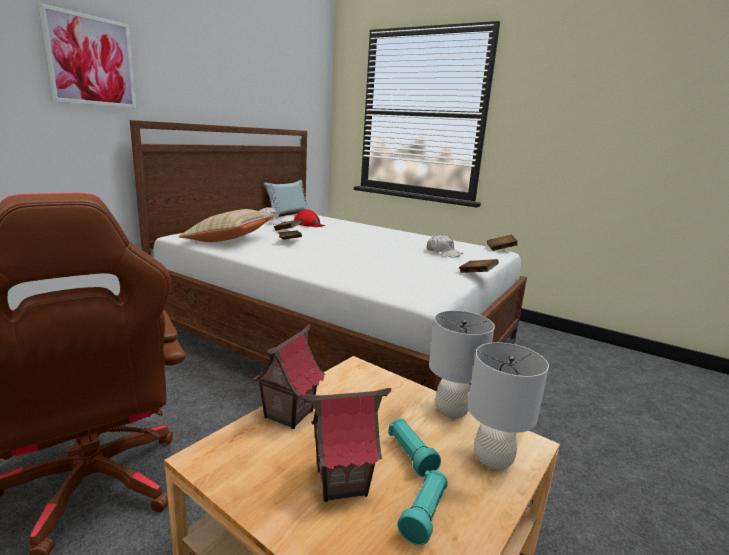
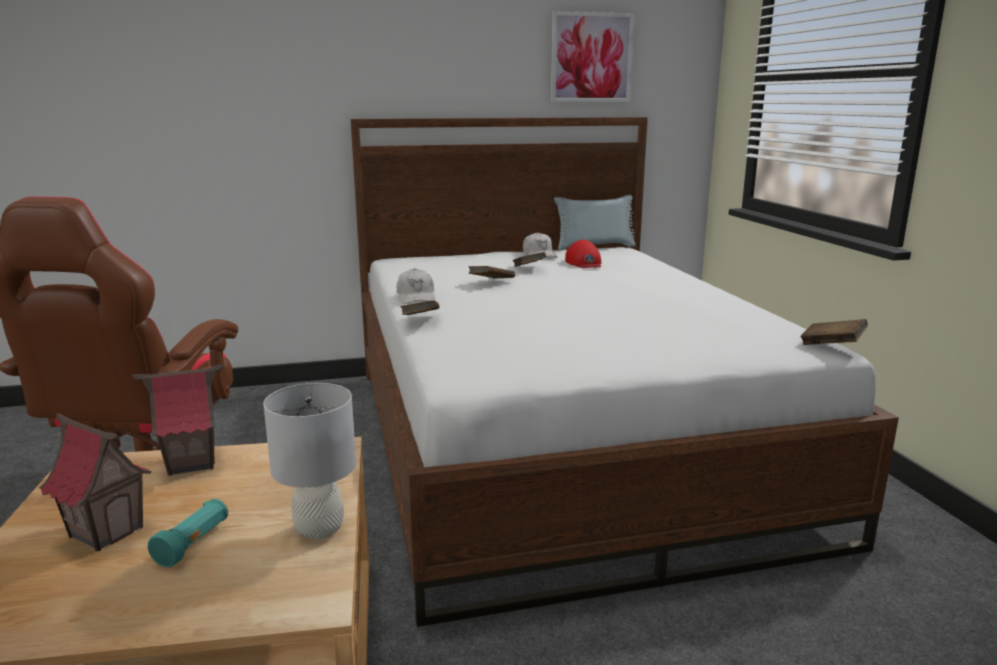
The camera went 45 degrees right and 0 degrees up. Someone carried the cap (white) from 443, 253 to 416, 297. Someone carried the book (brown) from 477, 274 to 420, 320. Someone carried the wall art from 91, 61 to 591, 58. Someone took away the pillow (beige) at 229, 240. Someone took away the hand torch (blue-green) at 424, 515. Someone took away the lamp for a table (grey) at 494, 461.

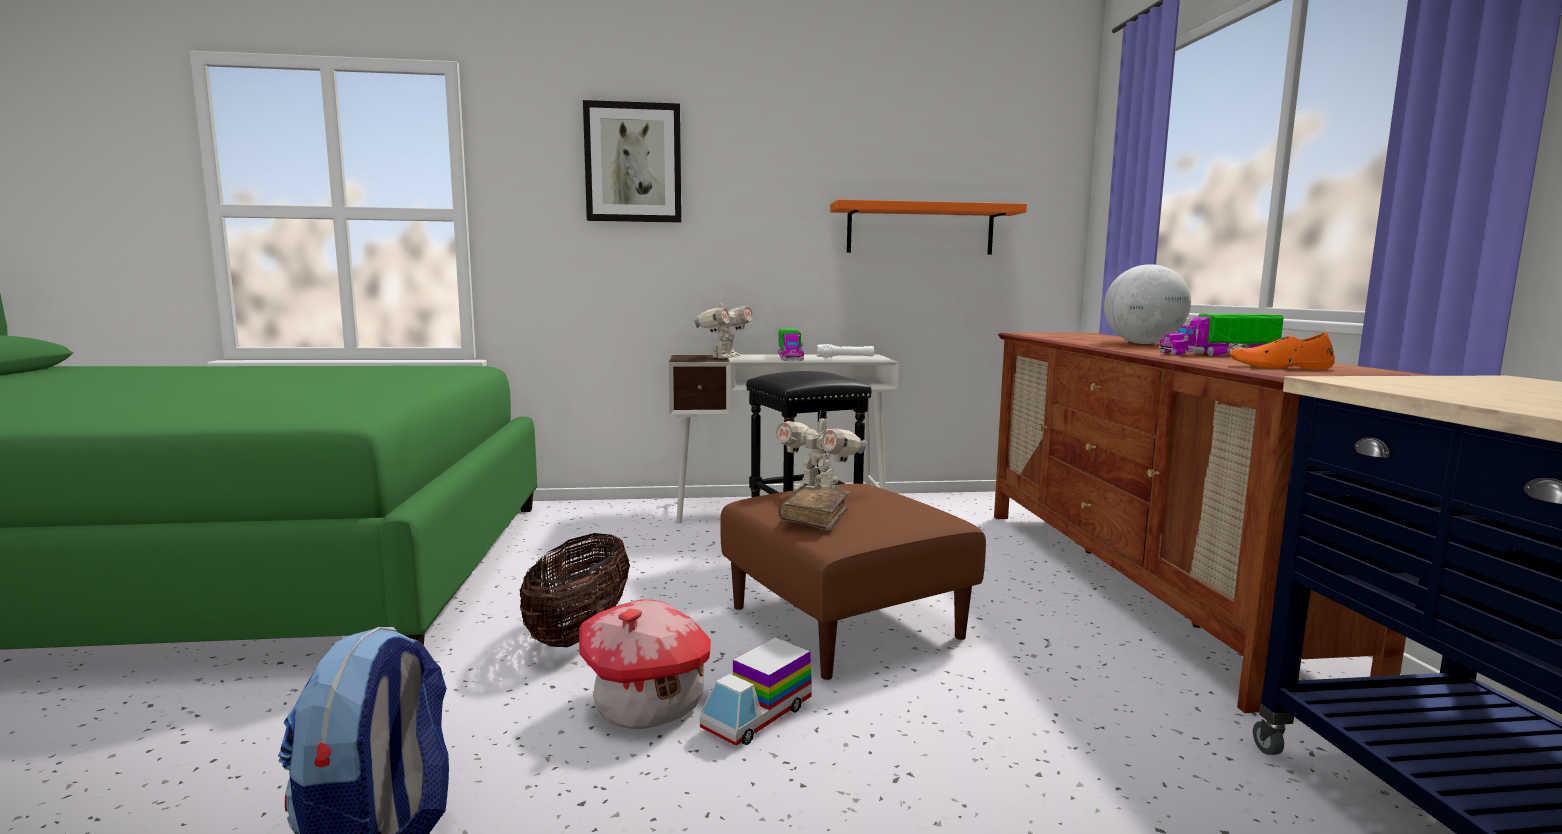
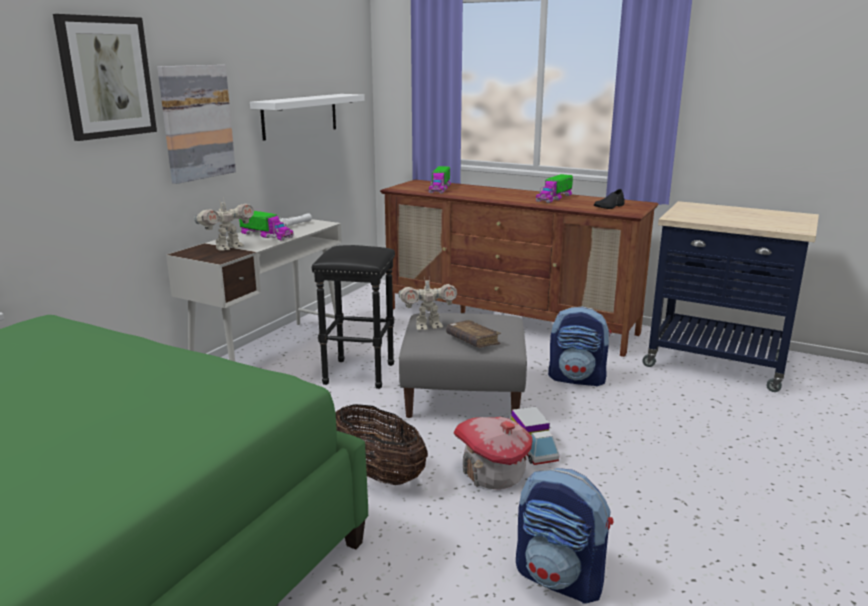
The camera went 55 degrees left and 10 degrees up. Someone put up the wall art at 197, 122. Someone rotated the model robot at 724, 357 by 75 degrees clockwise. Someone repainted the shelf (orangey) at 920, 229, which became the shelf (white) at 300, 116. Someone repainted the ottoman (brown) at 846, 622, which became the ottoman (grey) at 464, 395. Someone put down the toy lorry at 440, 189. Someone put down the rucksack at 577, 379. Someone repainted the item of footwear (orangey) at 1280, 367, which became the item of footwear (black) at 609, 207. Someone took away the desk globe at 1143, 343.

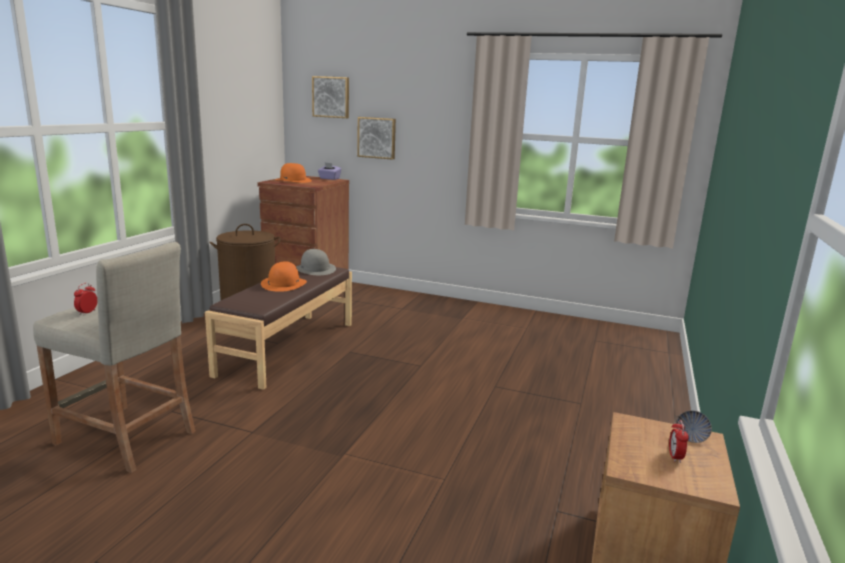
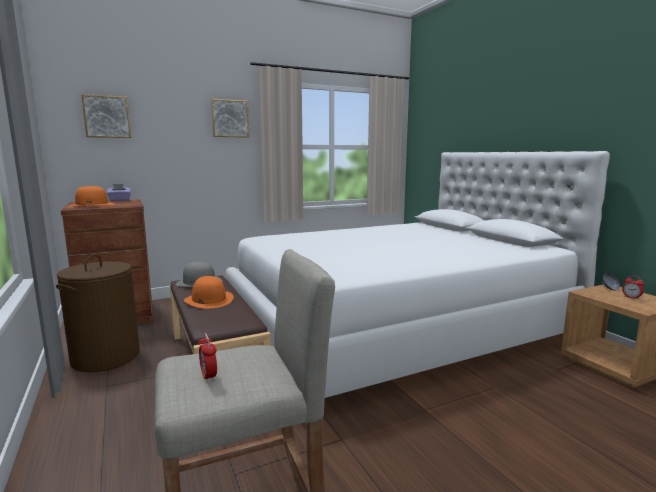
The camera went 45 degrees left and 5 degrees down. Someone carried the wall art from 377, 137 to 230, 118. Someone put down the bedroom bed (white) at 396, 329.

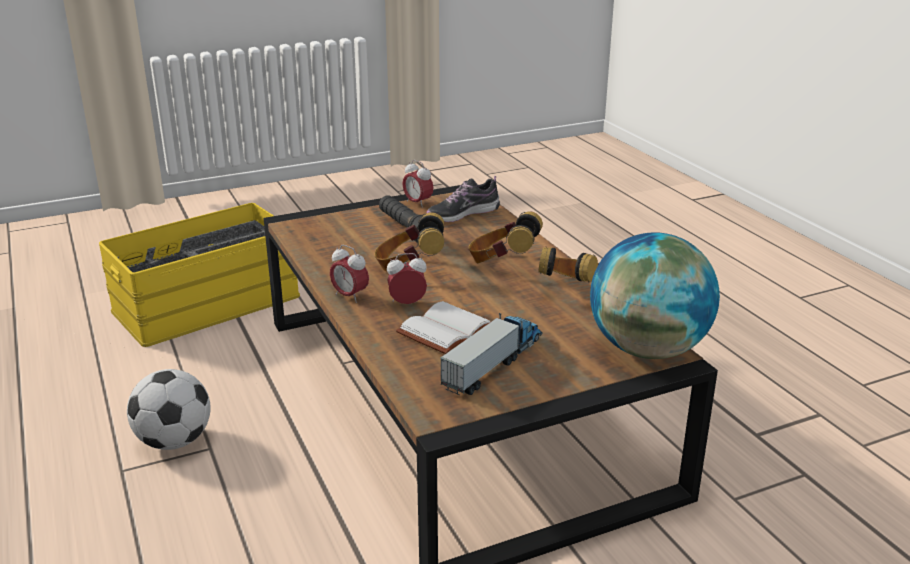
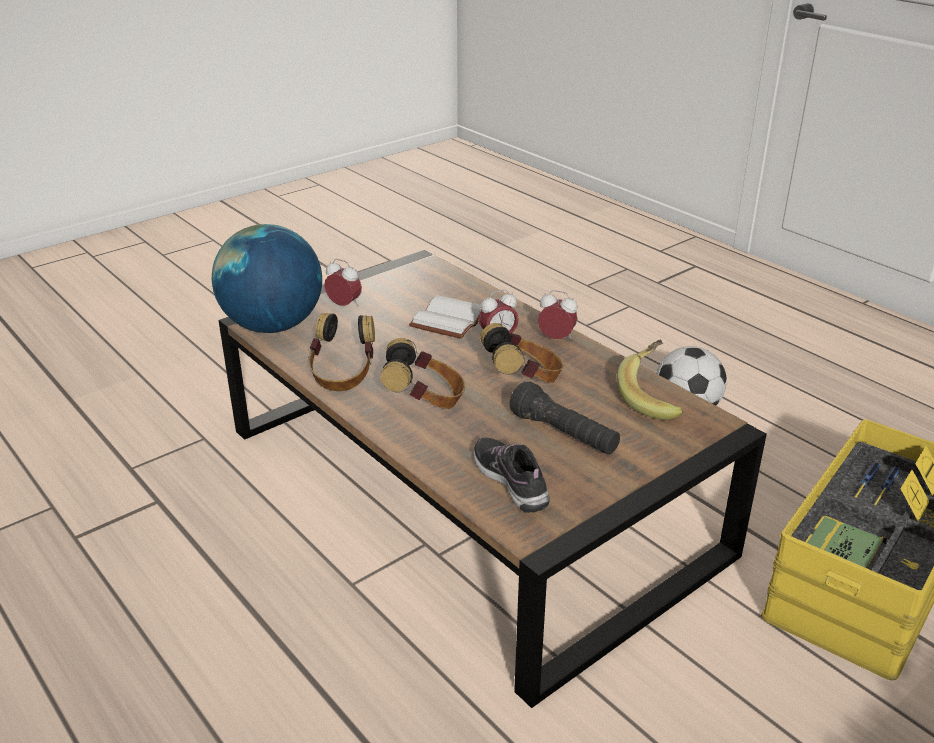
The camera went 165 degrees right and 5 degrees up. Someone carried the table clock from 418, 203 to 344, 305. Someone rotated the item of footwear at 463, 214 by 75 degrees counterclockwise. Someone put down the banana at 654, 397. Someone took away the toy lorry at 494, 363.

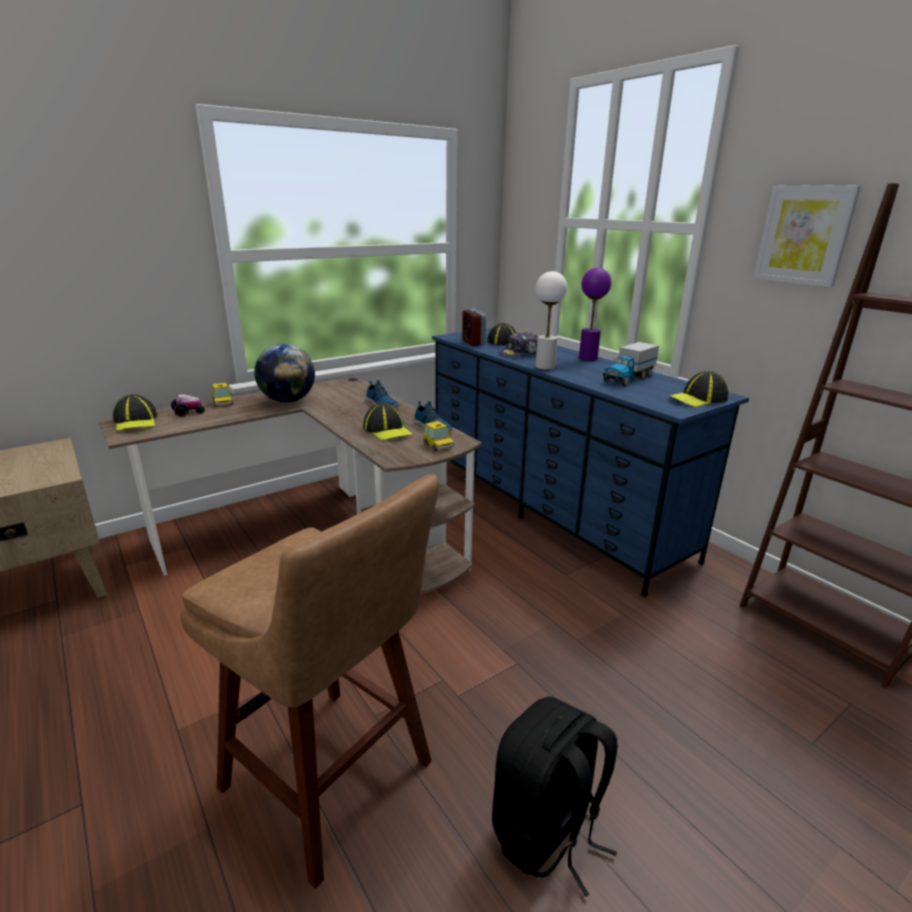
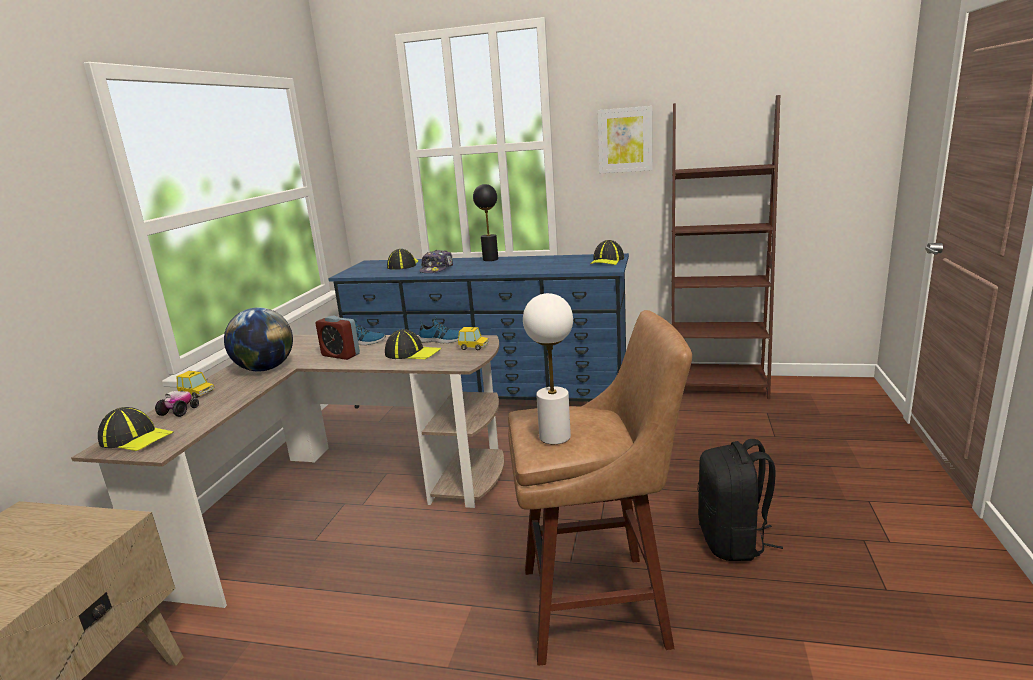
The camera went 40 degrees left and 5 degrees down. Someone carried the table clock from 473, 342 to 340, 355. Someone repainted the lamp for a table (purple-coloured) at 587, 358, which became the lamp for a table (black) at 490, 259. Someone carried the lamp for a table (white) from 545, 367 to 554, 437. Someone took away the toy lorry at 628, 378.

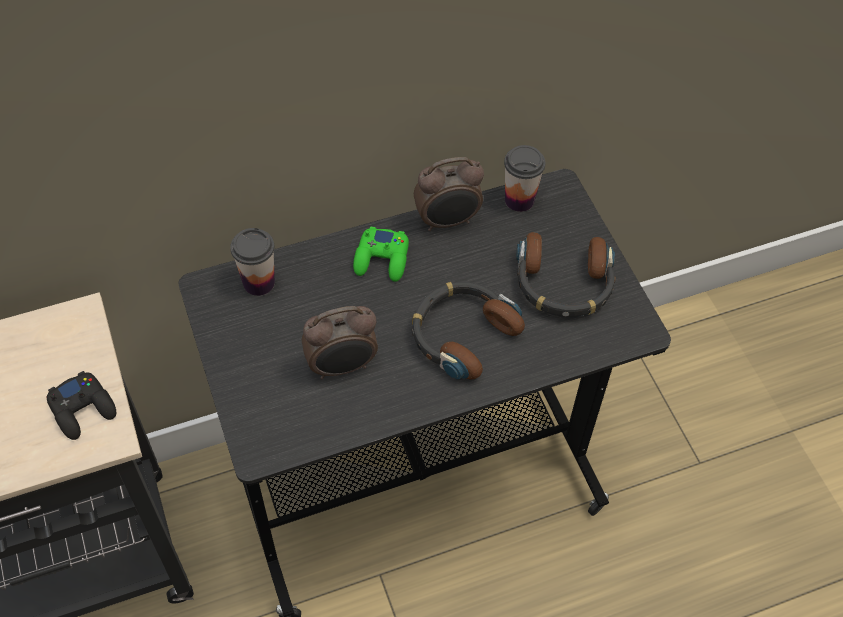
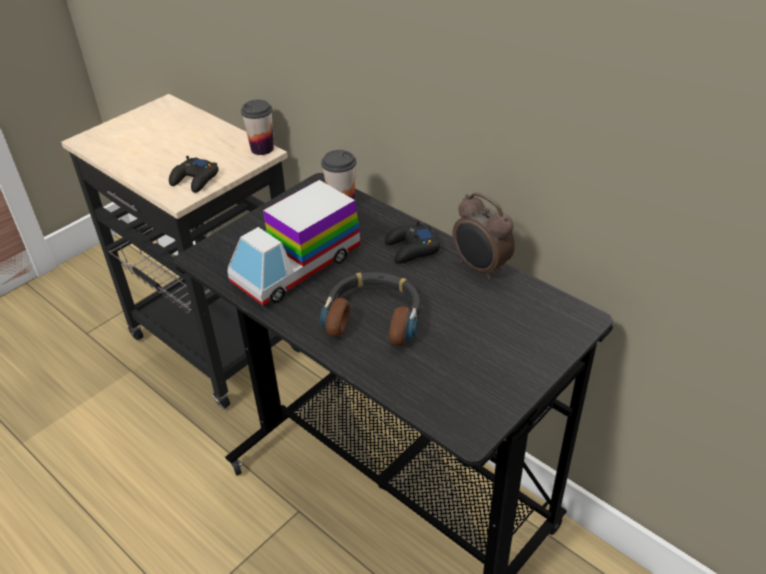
The camera went 65 degrees right and 15 degrees down. Someone swapped the table clock at 342, 367 for the toy lorry at 297, 267. Someone carried the drinking cup from 519, 200 to 262, 149. Someone repainted the joypad (green-coloured) at 382, 259, which became the joypad (black) at 411, 249. Someone took away the headset at 563, 284.

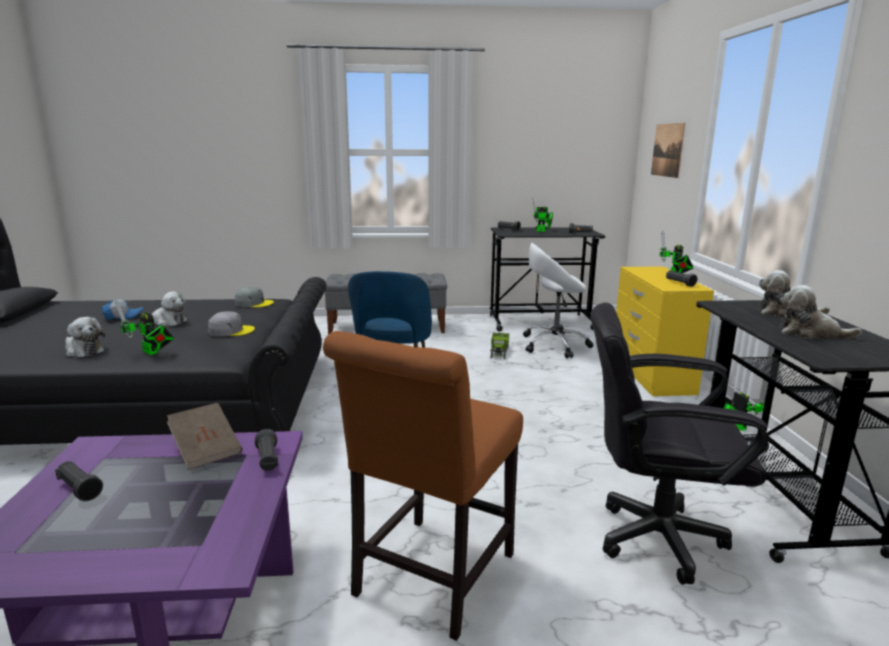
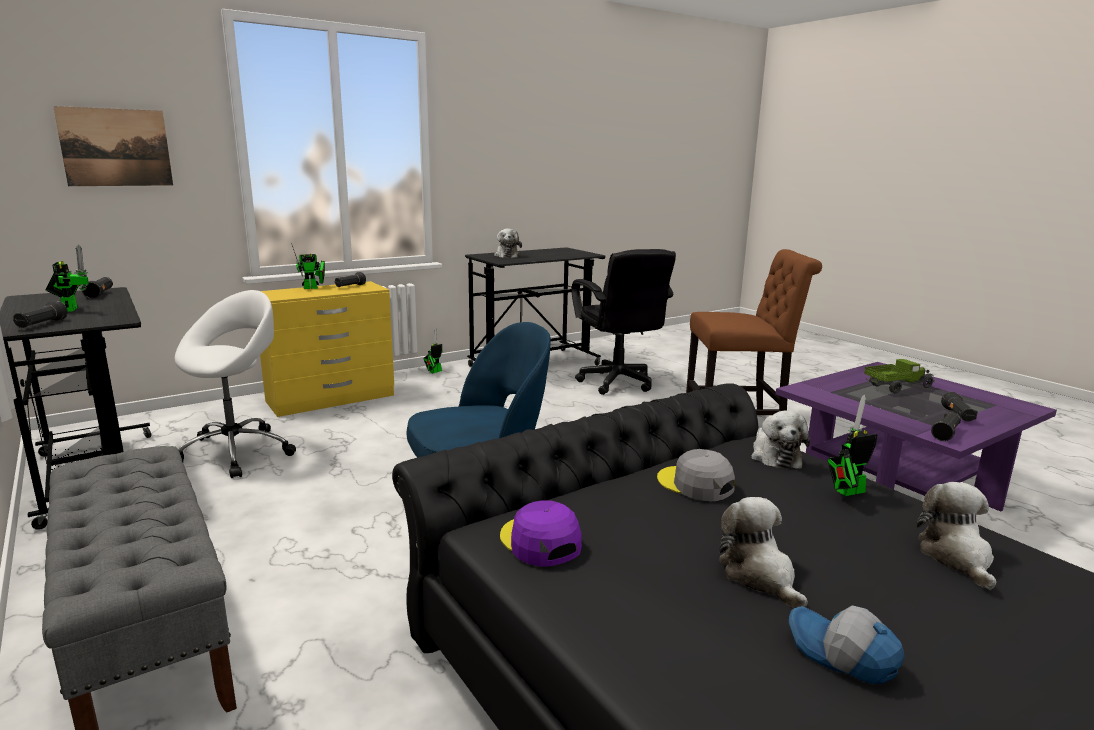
The camera went 120 degrees left and 0 degrees up. Someone rotated the office chair (white) at 553, 345 by 105 degrees counterclockwise. Someone repainted the cap (grey) at 254, 303, which became the cap (purple-coloured) at 539, 542. Someone carried the soft toy from 810, 333 to 774, 456. Someone rotated the model robot at 151, 353 by 120 degrees counterclockwise. Someone carried the toy lorry from 499, 352 to 897, 387. Someone carried the hand torch (black) from 268, 460 to 945, 434. Someone took away the book (brown) at 206, 450.

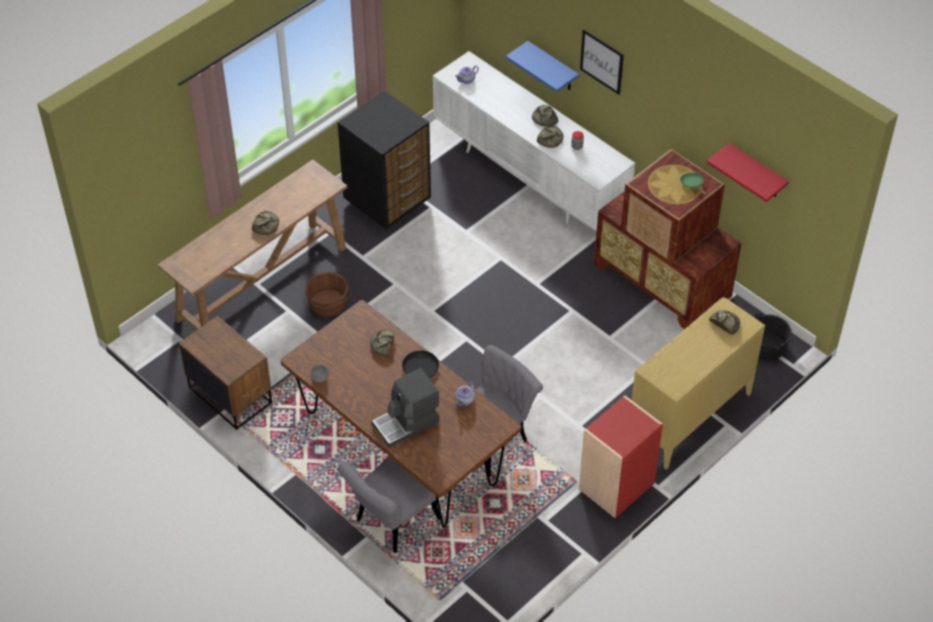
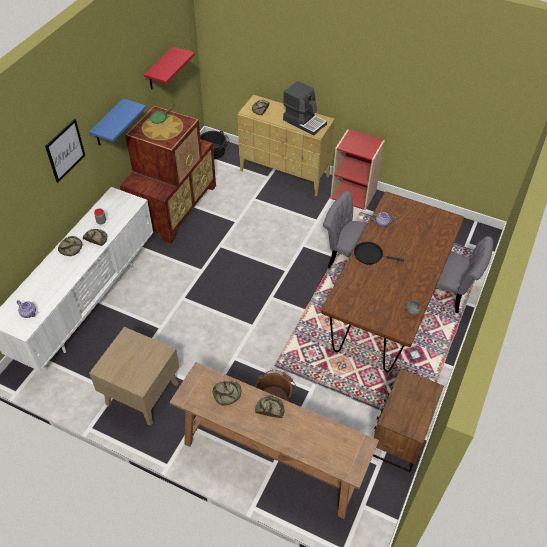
The camera went 110 degrees left and 0 degrees up. Someone carried the shelf (blue-coloured) from 552, 67 to 108, 124. Someone swapped the drawer chest (black) at 388, 202 for the nightstand (beige) at 141, 393. Someone carried the bread from 383, 344 to 227, 394. Someone carried the coffee brewer from 406, 423 to 304, 122.

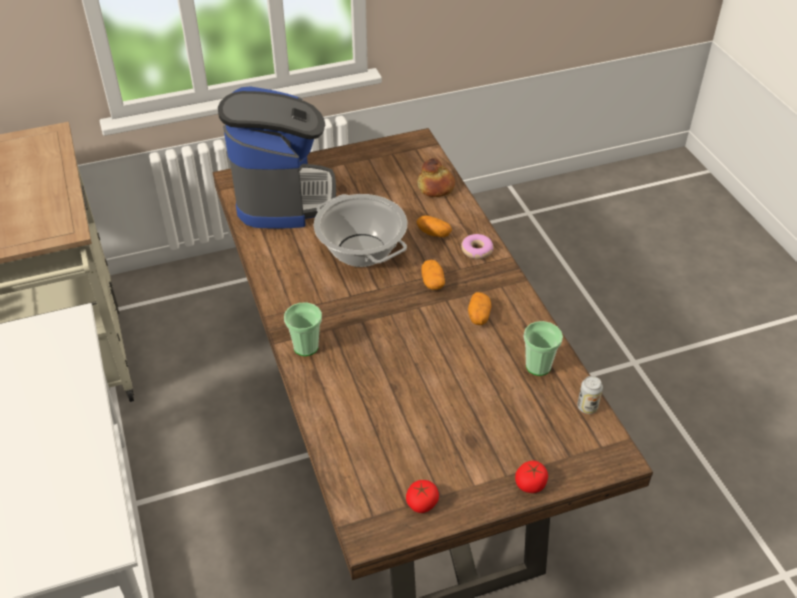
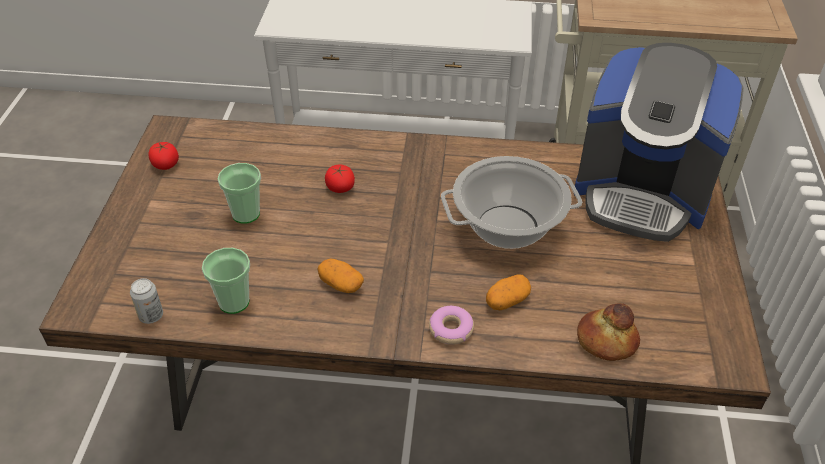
The camera went 115 degrees right and 0 degrees up. Someone carried the drinking cup from 306, 347 to 246, 214. Someone carried the tomato from 530, 484 to 340, 187. Someone took away the whole potato at 432, 282.

